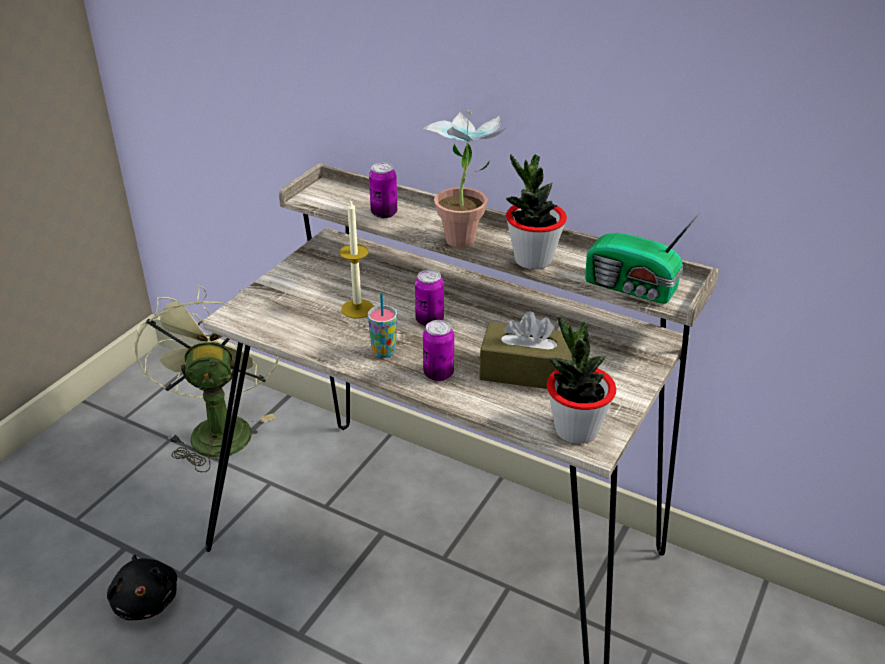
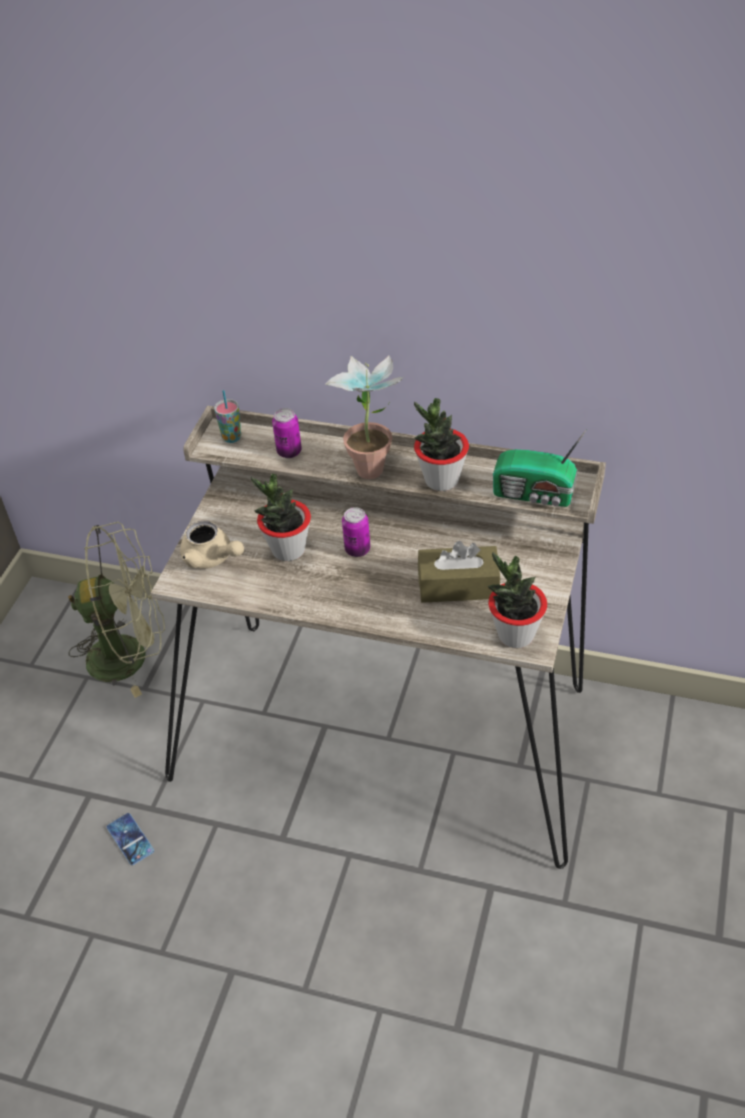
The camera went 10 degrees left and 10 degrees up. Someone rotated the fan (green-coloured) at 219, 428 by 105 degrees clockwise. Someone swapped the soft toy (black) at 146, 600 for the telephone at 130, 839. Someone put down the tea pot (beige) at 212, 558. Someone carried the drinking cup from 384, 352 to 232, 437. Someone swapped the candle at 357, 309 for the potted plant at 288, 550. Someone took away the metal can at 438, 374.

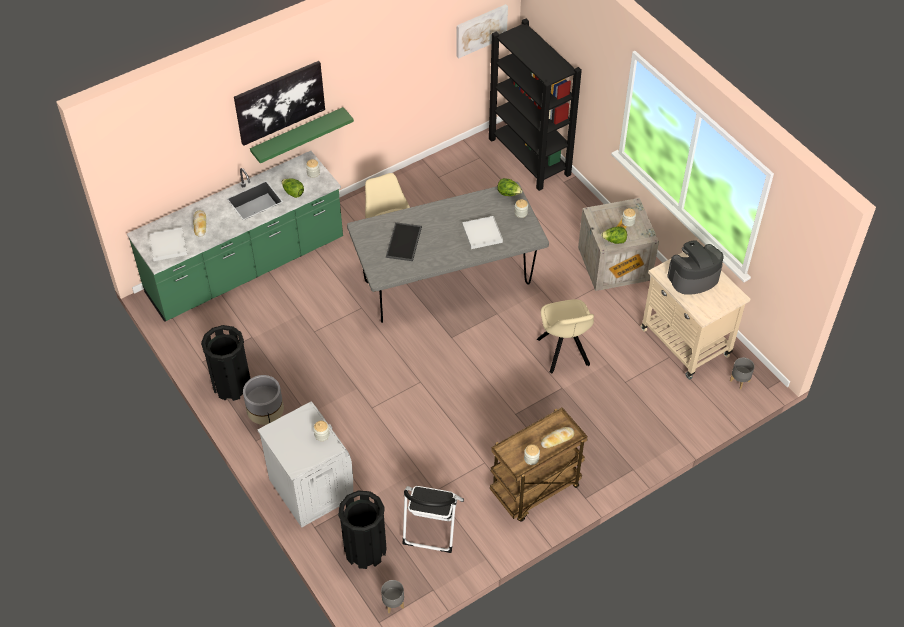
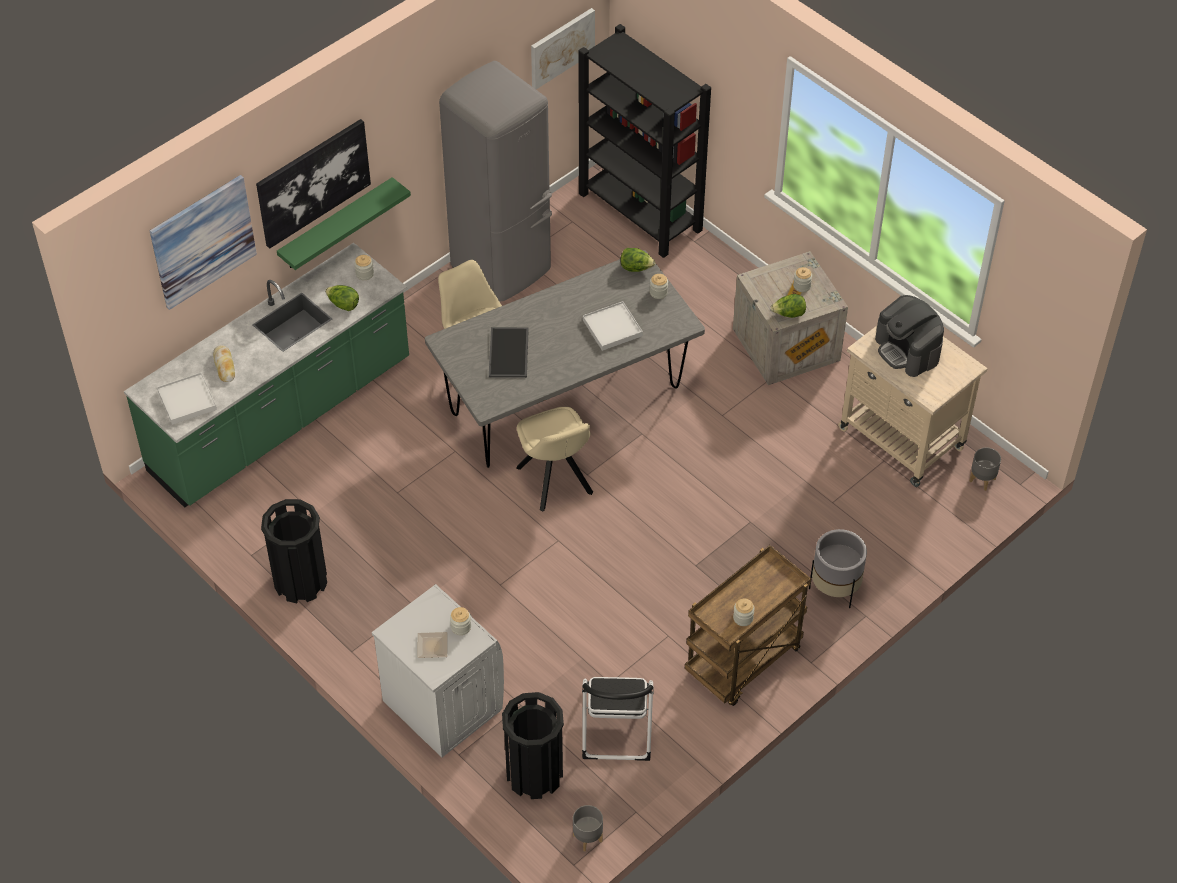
The camera went 10 degrees left and 0 degrees up. Someone put up the wall art at 203, 241. Someone put down the dinner plate at 431, 647. Someone put down the fridge (grey) at 504, 267. Someone carried the chair (beige) from 564, 352 to 555, 480. Someone carried the flower pot (grey) from 266, 418 to 835, 589. Someone rotated the coffee brewer at 693, 277 by 90 degrees counterclockwise. Someone took away the bread at 557, 439.

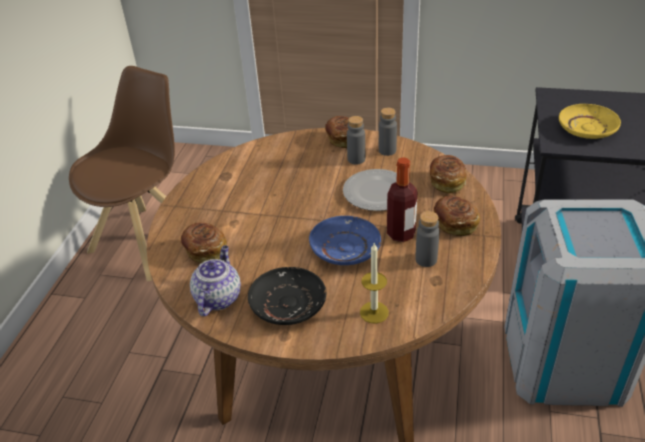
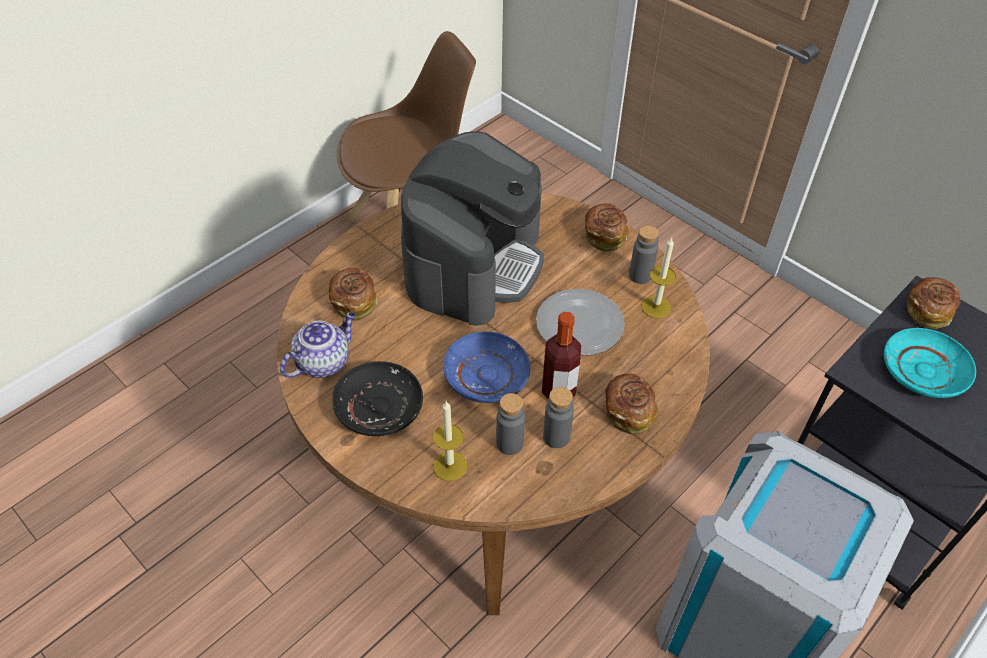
The camera went 30 degrees right and 10 degrees up. Someone put down the coffee brewer at 474, 263. Someone carried the drink bottle (grey) from 356, 159 to 509, 443. Someone put down the candle at 656, 307. Someone repainted the dinner plate (yellow) at 587, 128, which became the dinner plate (blue-green) at 924, 371. Someone carried the bread from 447, 182 to 928, 311.

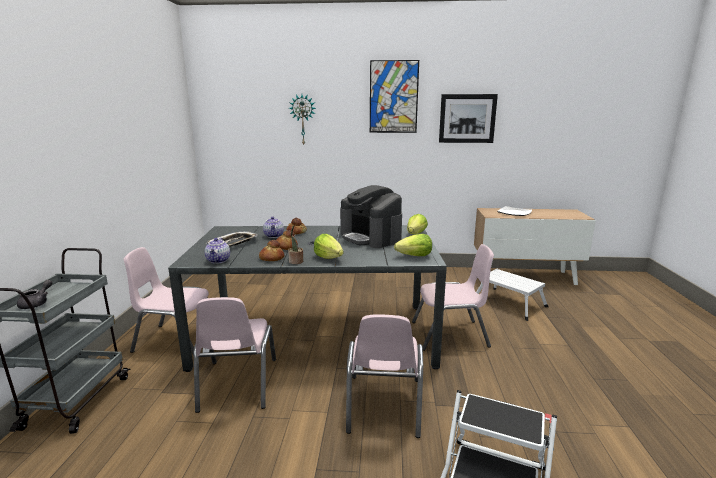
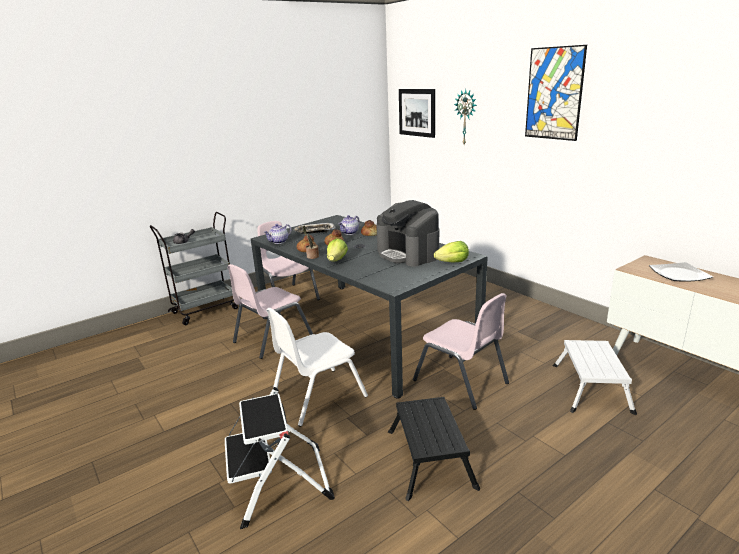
The camera went 50 degrees right and 5 degrees up. Someone repainted the chair (pink-coloured) at 383, 405, which became the chair (white) at 318, 396. Someone rotated the coffee brewer at 371, 237 by 45 degrees counterclockwise. Someone put down the stepladder (black) at 430, 458. Someone carried the wall art from 467, 118 to 417, 112. Someone took away the lettuce at 415, 256.

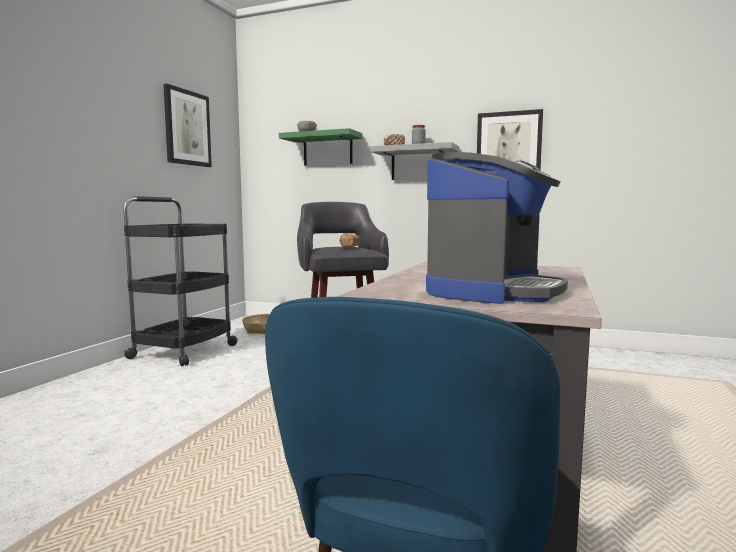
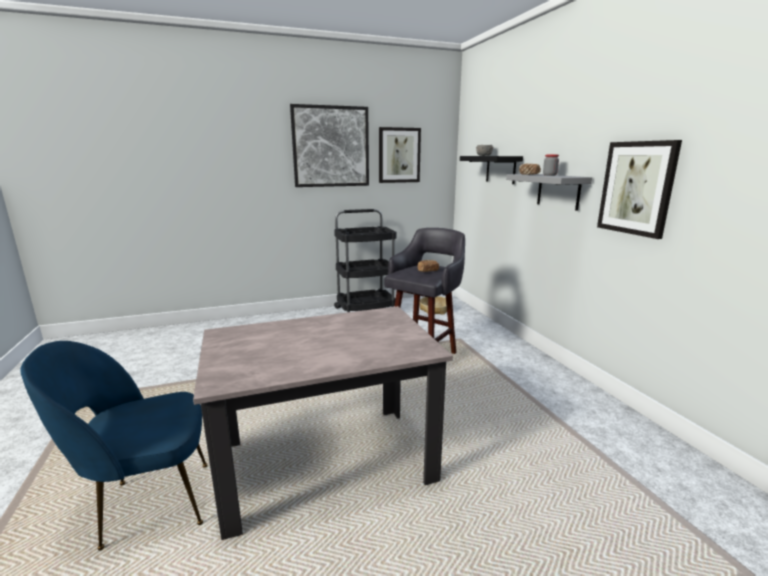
The camera went 50 degrees right and 10 degrees up. Someone put up the wall art at 331, 147. Someone repainted the shelf (green-coloured) at 328, 150, which became the shelf (black) at 500, 169. Someone took away the coffee brewer at 492, 291.

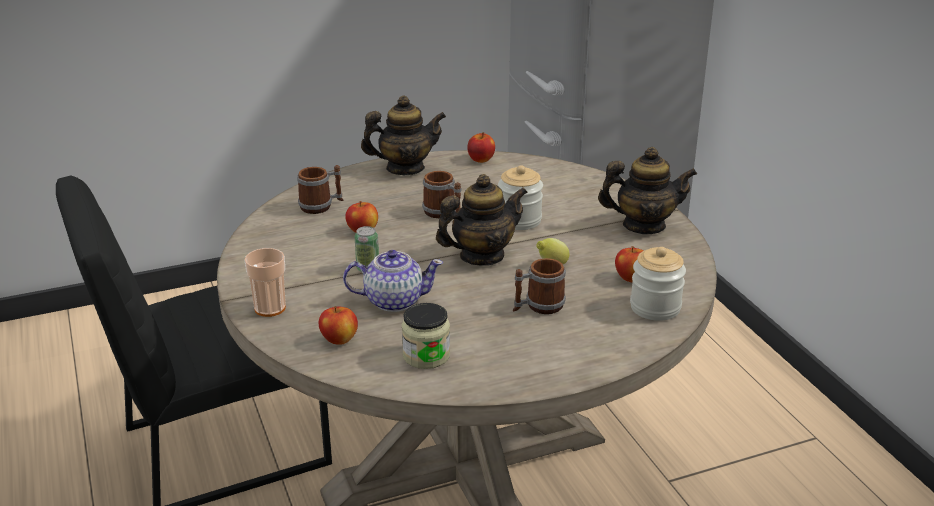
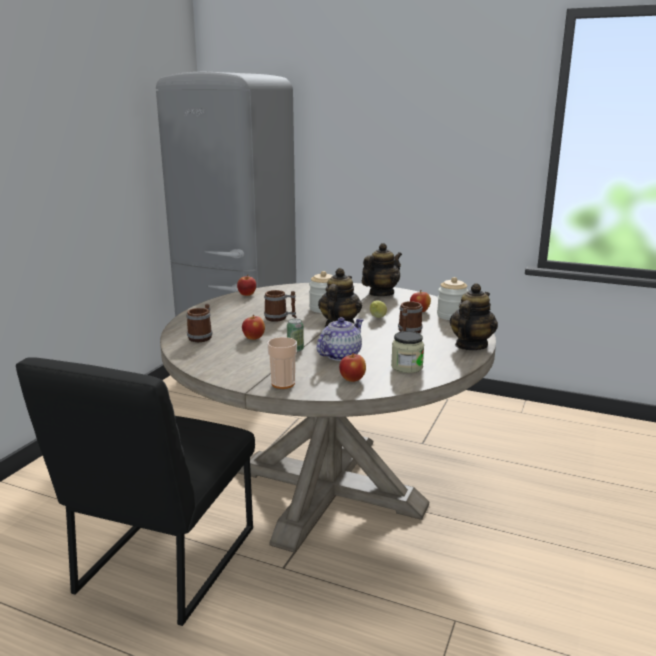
The camera went 45 degrees left and 10 degrees down. Someone carried the tea pot from 405, 168 to 470, 345.

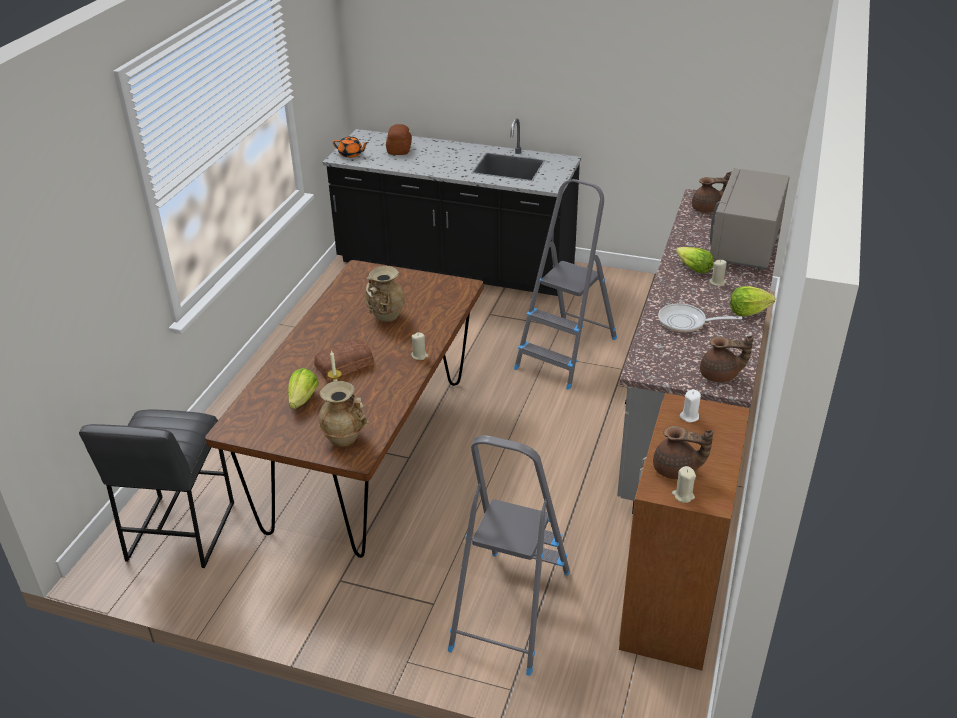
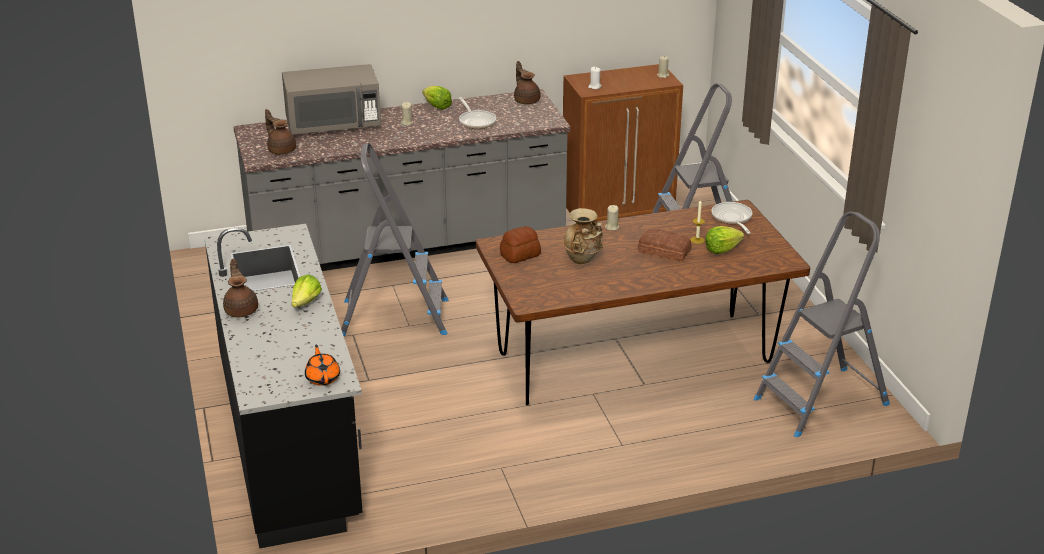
The camera went 125 degrees left and 5 degrees down. Someone carried the tea pot (brown) from 676, 470 to 241, 310. Someone carried the lettuce from 693, 268 to 306, 302. Someone carried the bread from 399, 149 to 519, 255. Someone swapped the flower vase (beige) at 344, 438 for the pan at 732, 219. Someone swapped the sitting stool (grey) at 180, 532 for the stepladder (grey) at 820, 402.

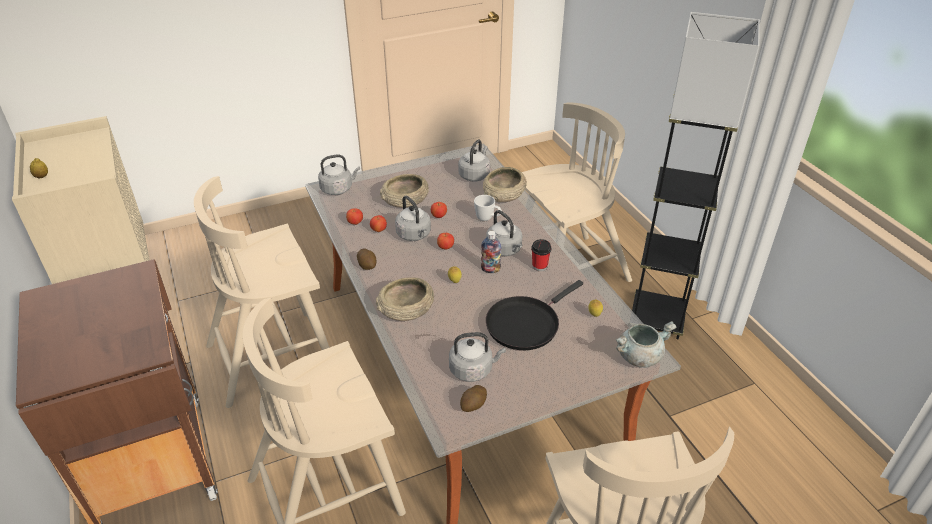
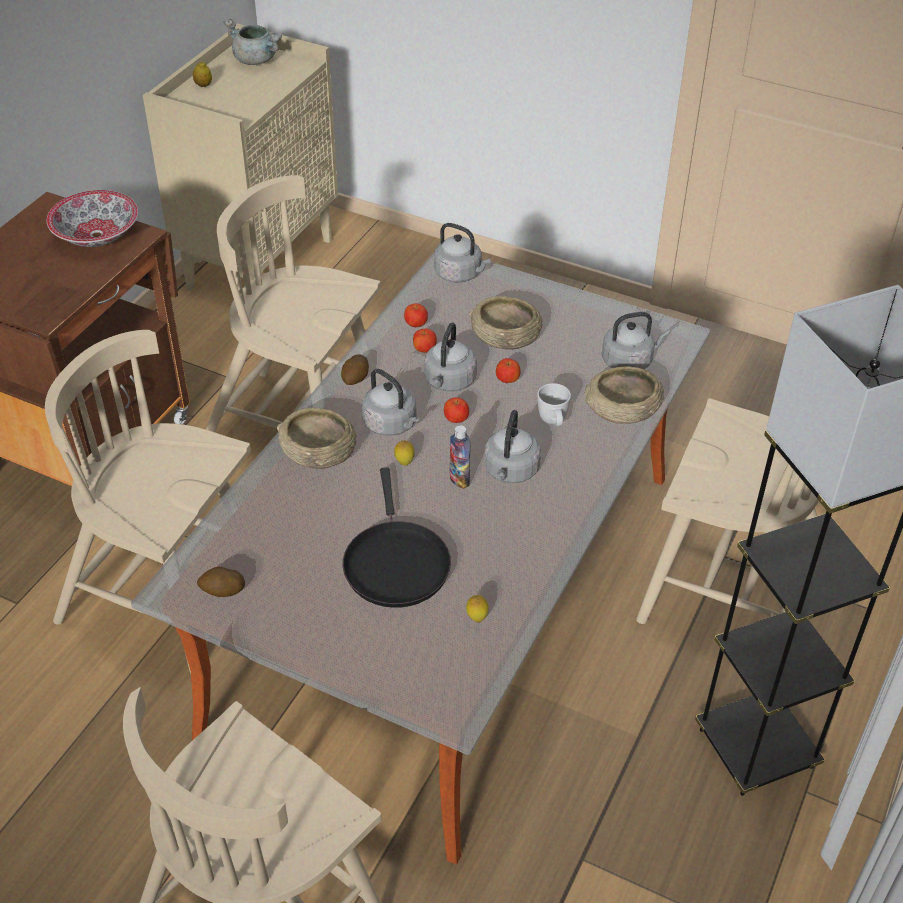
The camera went 50 degrees right and 5 degrees up. Someone put down the deep dish at 96, 235. Someone carried the stockpot (grey) from 639, 356 to 256, 60. Someone rotated the pan (black) at 525, 324 by 105 degrees counterclockwise. Someone carried the water kettle (grey) from 473, 369 to 392, 424. Someone took away the drinking cup at 539, 266.

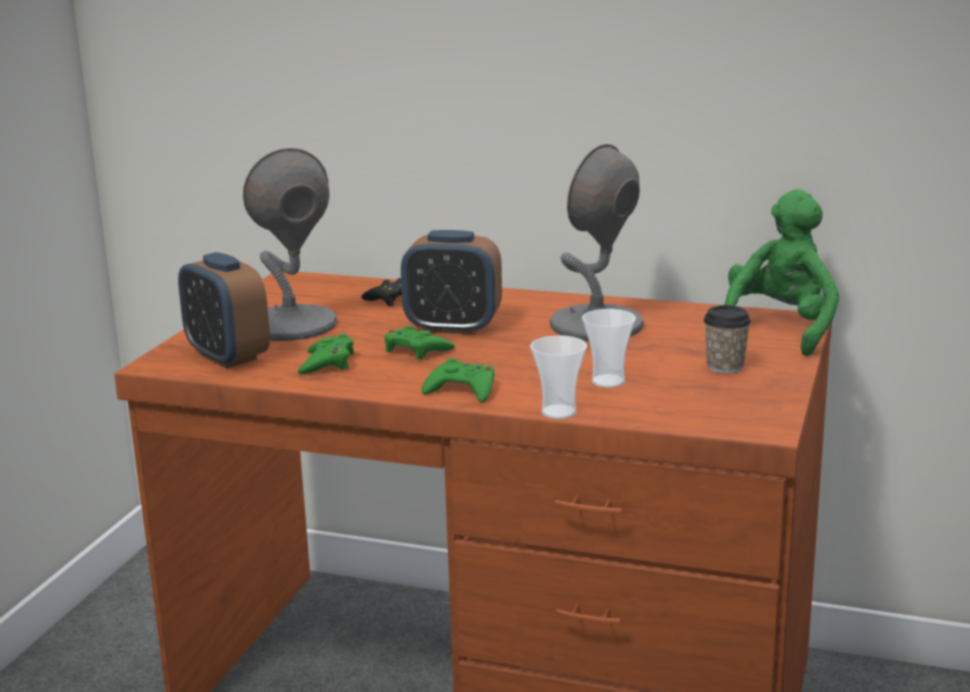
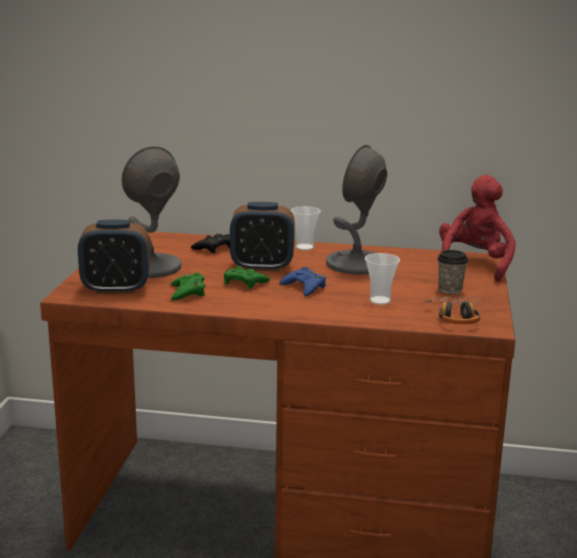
The camera went 10 degrees left and 0 degrees up. Someone rotated the table clock at 227, 356 by 45 degrees counterclockwise. Someone put down the joypad (blue-coloured) at 304, 287. Someone carried the drinking cup from 558, 412 to 304, 247. Someone put down the headset at 456, 317. Someone repainted the soft toy (green-coloured) at 780, 330, which became the soft toy (red) at 474, 265. Someone took away the joypad (green-coloured) at 462, 389.

